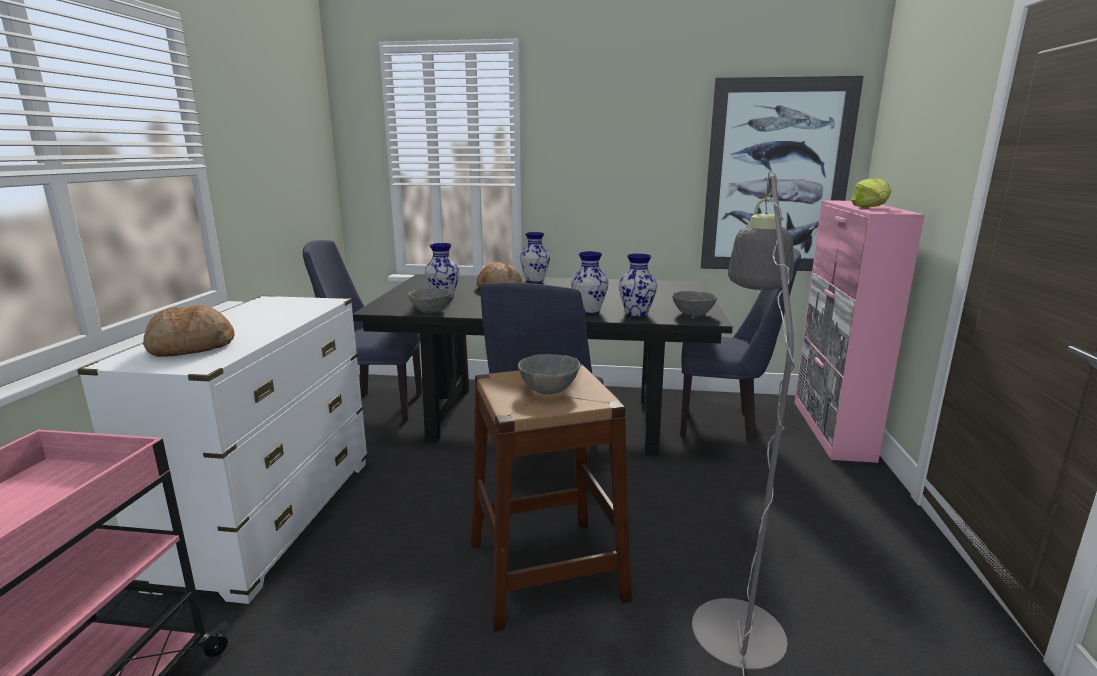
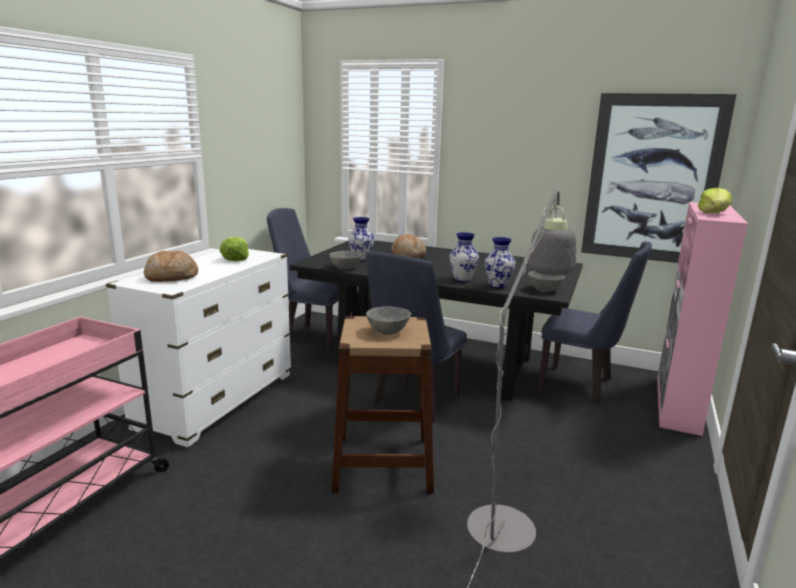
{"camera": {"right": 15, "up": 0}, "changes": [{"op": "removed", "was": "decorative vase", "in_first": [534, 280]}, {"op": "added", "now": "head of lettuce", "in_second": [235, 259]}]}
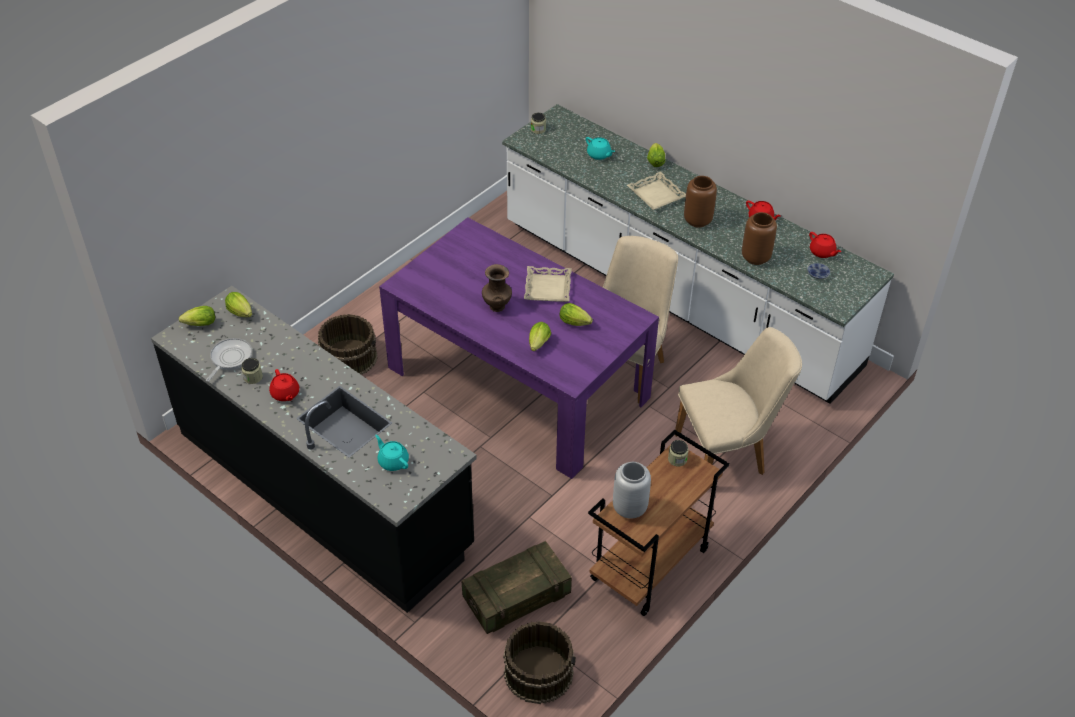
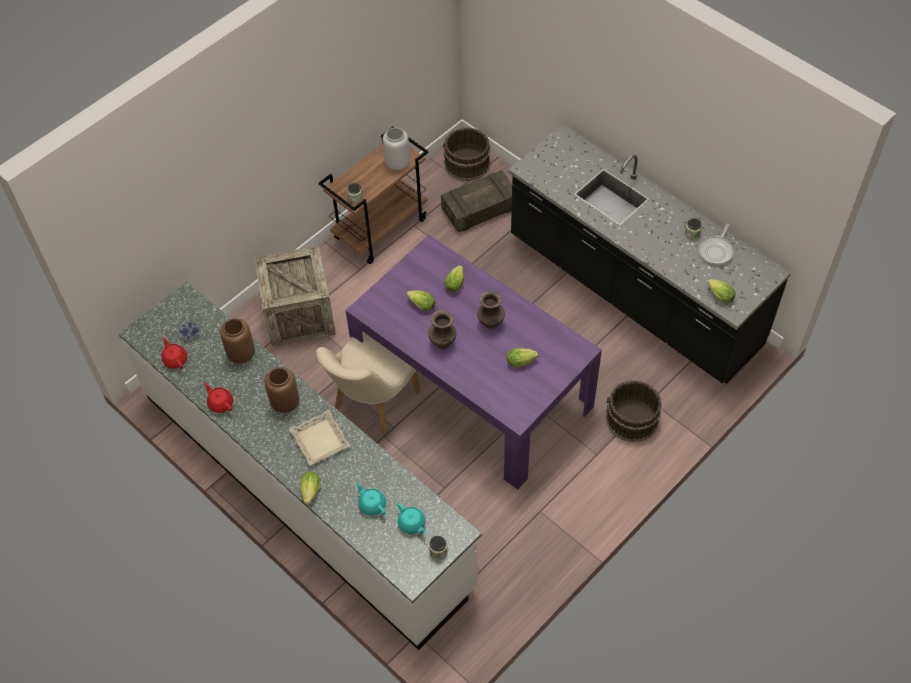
{"camera": {"right": -175, "up": 10}, "changes": [{"op": "removed", "was": "teapot (red)", "in_first": [285, 394]}, {"op": "moved", "was": "head of lettuce", "in_first": [198, 324], "in_second": [522, 361]}, {"op": "moved", "was": "teapot (turquoise)", "in_first": [393, 461], "in_second": [412, 524]}, {"op": "replaced", "was": "tray (sand-coloured)", "now": "decorative vase (brown)", "in_first": [548, 288], "in_second": [442, 343]}, {"op": "replaced", "was": "plain chair (sand-coloured)", "now": "packing crate", "in_first": [728, 453], "in_second": [299, 315]}]}
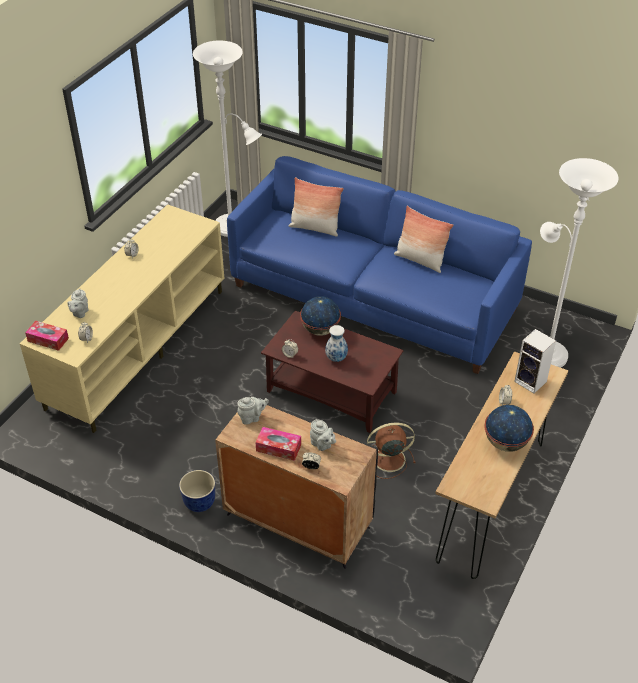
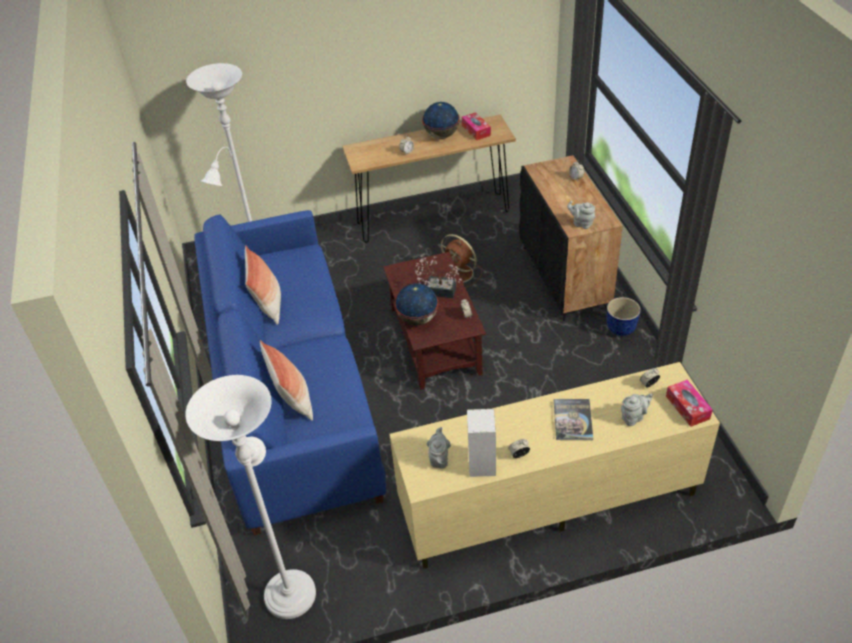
{"camera": {"right": -130, "up": 0}, "changes": [{"op": "added", "now": "bound book", "in_second": [572, 420]}, {"op": "moved", "was": "tissue box", "in_first": [278, 448], "in_second": [476, 130]}, {"op": "moved", "was": "teapot (greyish)", "in_first": [322, 445], "in_second": [439, 458]}, {"op": "moved", "was": "audio speaker", "in_first": [531, 382], "in_second": [481, 463]}, {"op": "replaced", "was": "decorative vase", "now": "houseplant", "in_first": [336, 359], "in_second": [437, 290]}]}
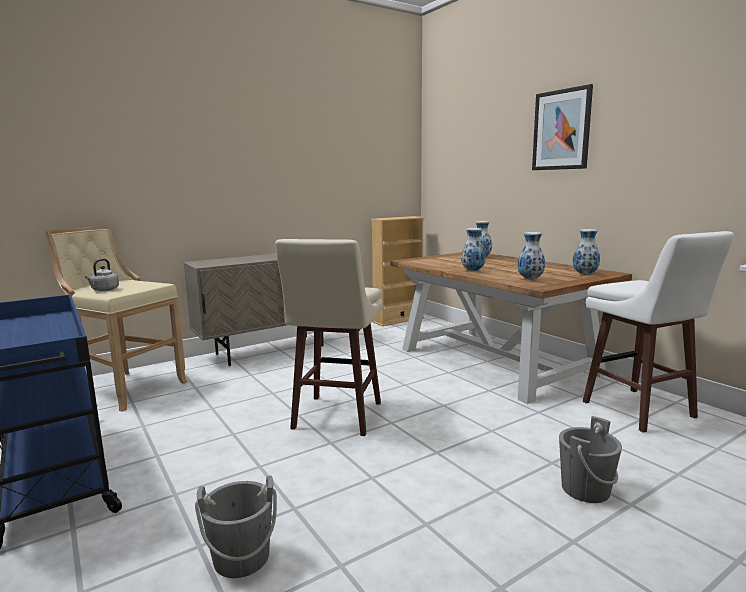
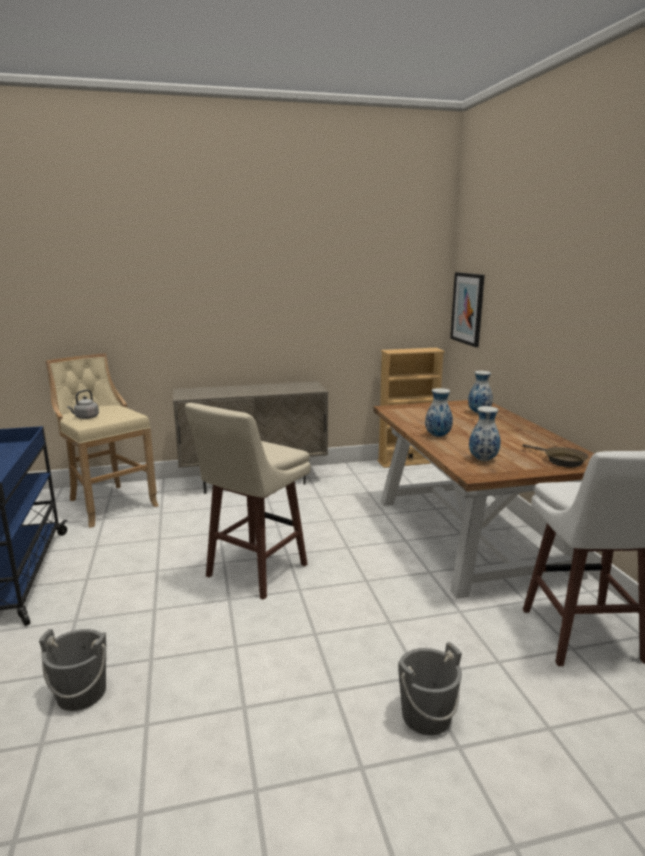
{"camera": {"right": 20, "up": 5}, "changes": [{"op": "moved", "was": "wall picture", "in_first": [561, 130], "in_second": [467, 308]}, {"op": "replaced", "was": "decorative vase", "now": "frying pan (brown)", "in_first": [585, 274], "in_second": [561, 460]}]}
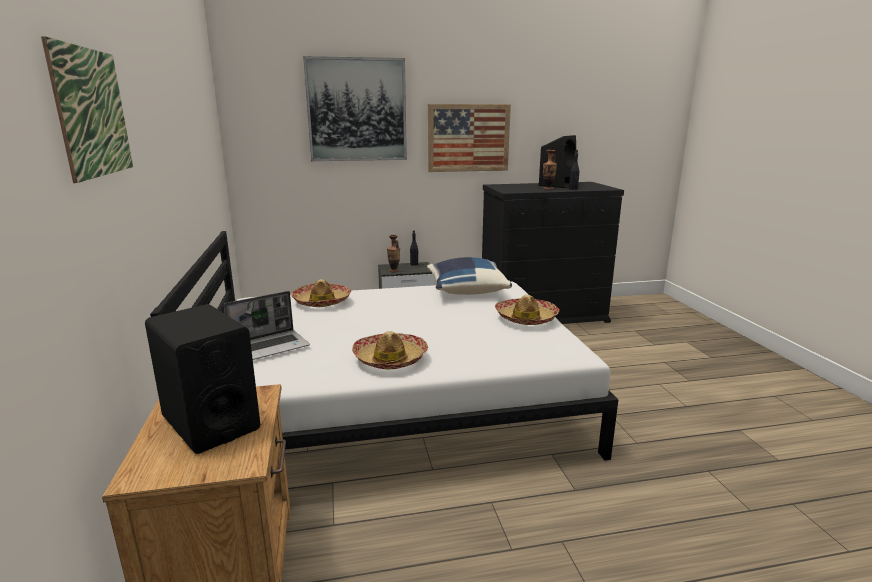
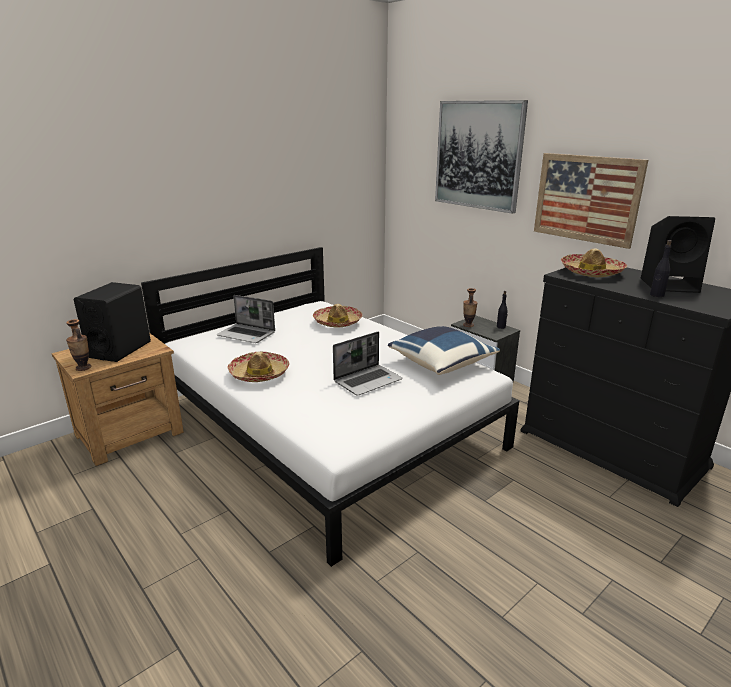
{"camera": {"right": 60, "up": 5}, "changes": [{"op": "removed", "was": "wall picture", "in_first": [93, 112]}, {"op": "added", "now": "notebook computer", "in_second": [368, 380]}, {"op": "moved", "was": "hat", "in_first": [526, 318], "in_second": [591, 272]}, {"op": "moved", "was": "decorative vase", "in_first": [548, 189], "in_second": [83, 368]}]}
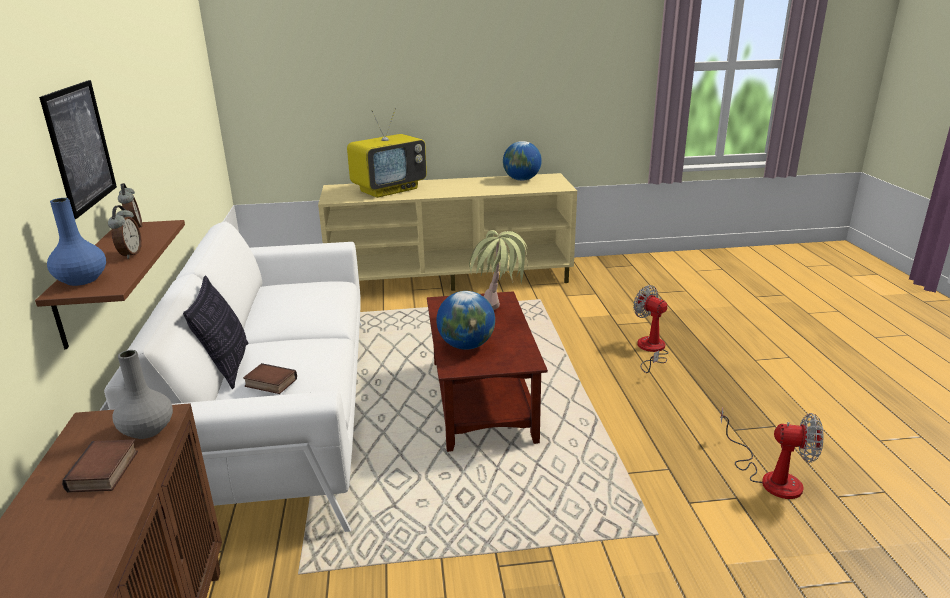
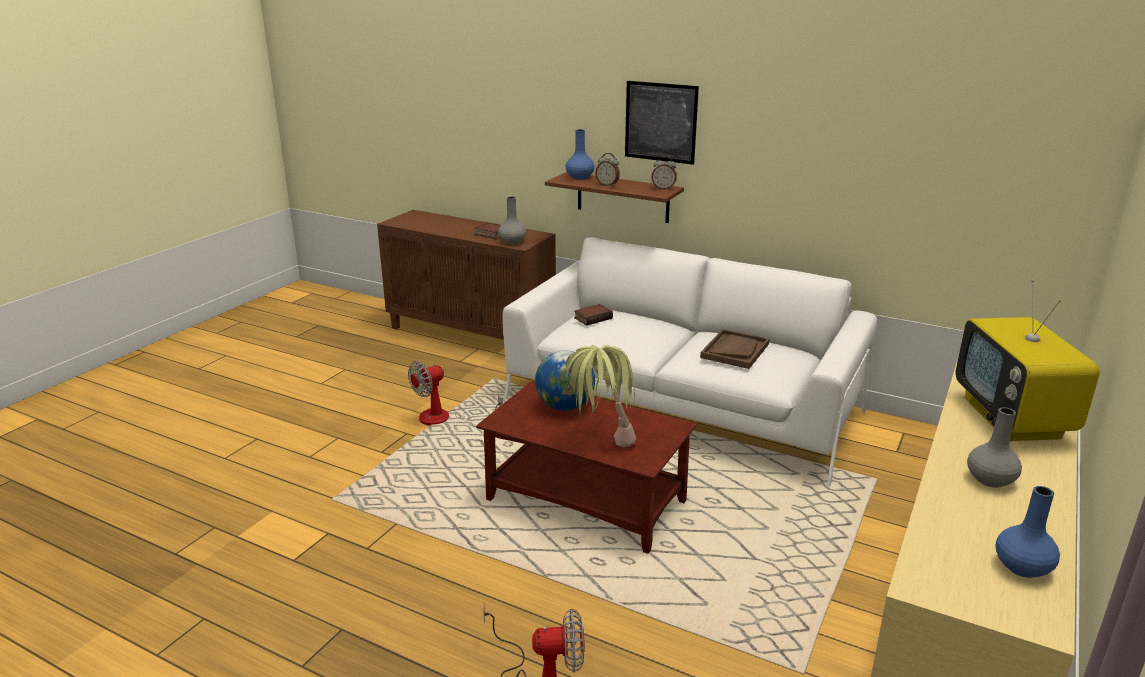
{"camera": {"right": 125, "up": 0}, "changes": [{"op": "removed", "was": "throw pillow", "in_first": [227, 366]}, {"op": "added", "now": "tray (brown)", "in_second": [735, 350]}, {"op": "added", "now": "decorative vase (greyish)", "in_second": [990, 479]}, {"op": "moved", "was": "fan", "in_first": [770, 477], "in_second": [445, 419]}, {"op": "replaced", "was": "globe", "now": "decorative vase (bluish)", "in_first": [521, 180], "in_second": [1022, 567]}]}
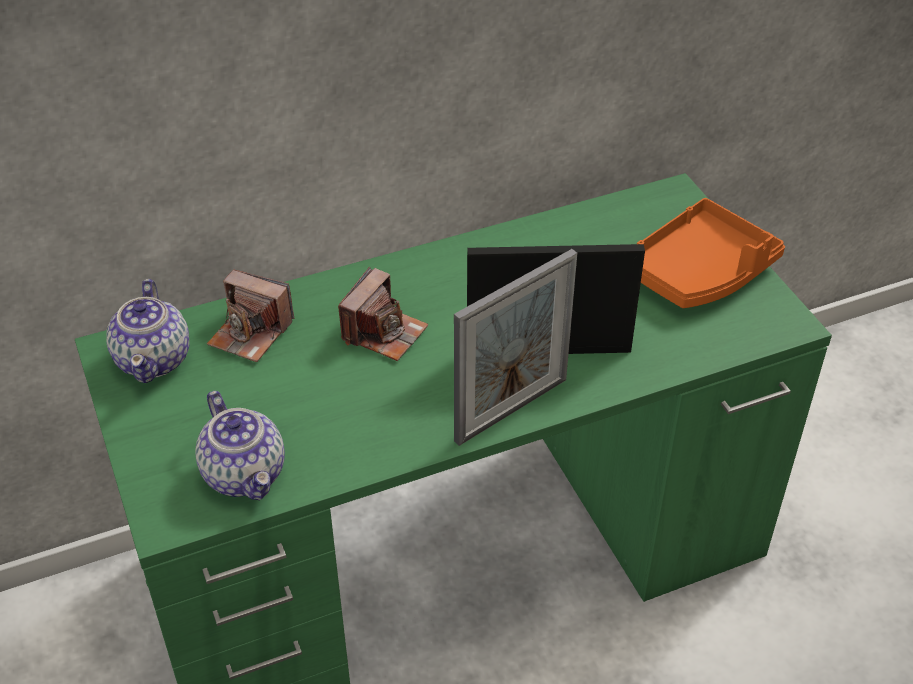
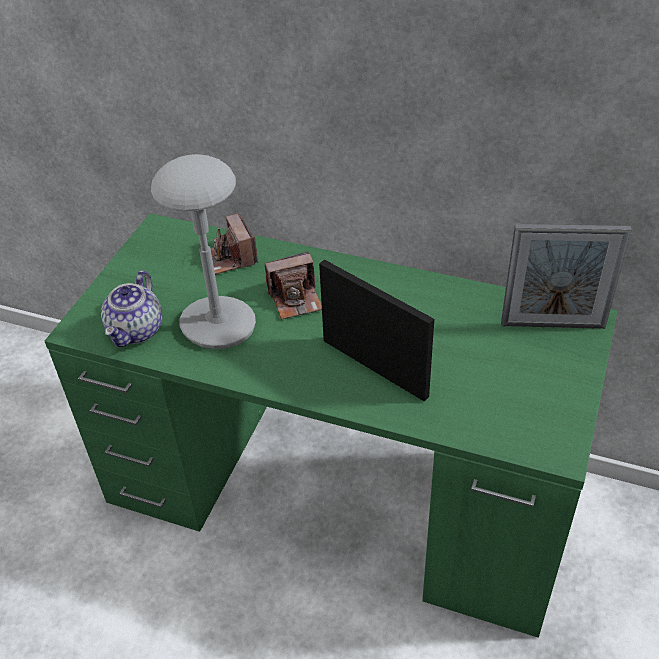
{"camera": {"right": 45, "up": 0}, "changes": [{"op": "removed", "was": "teapot", "in_first": [154, 359]}, {"op": "removed", "was": "tray (orangey)", "in_first": [700, 272]}, {"op": "added", "now": "lamp for a table (greyish)", "in_second": [217, 326]}, {"op": "moved", "was": "photo frame", "in_first": [511, 410], "in_second": [552, 325]}]}
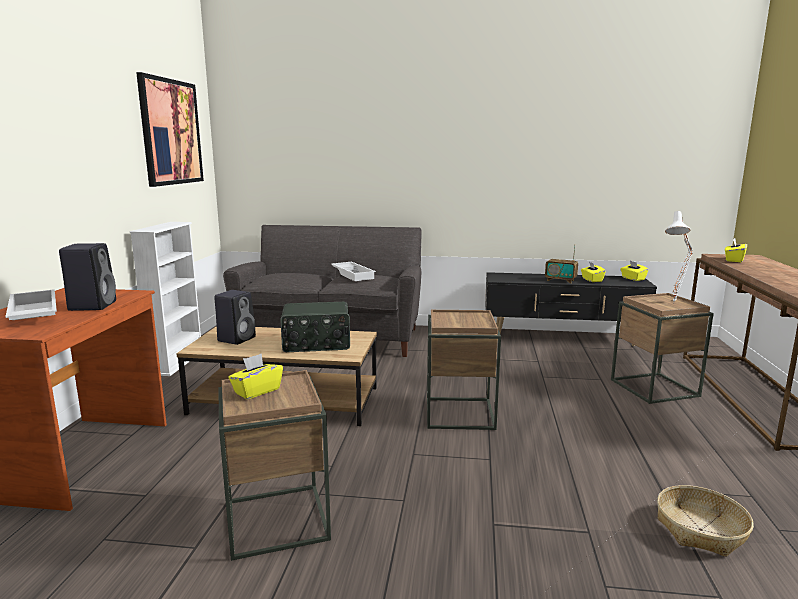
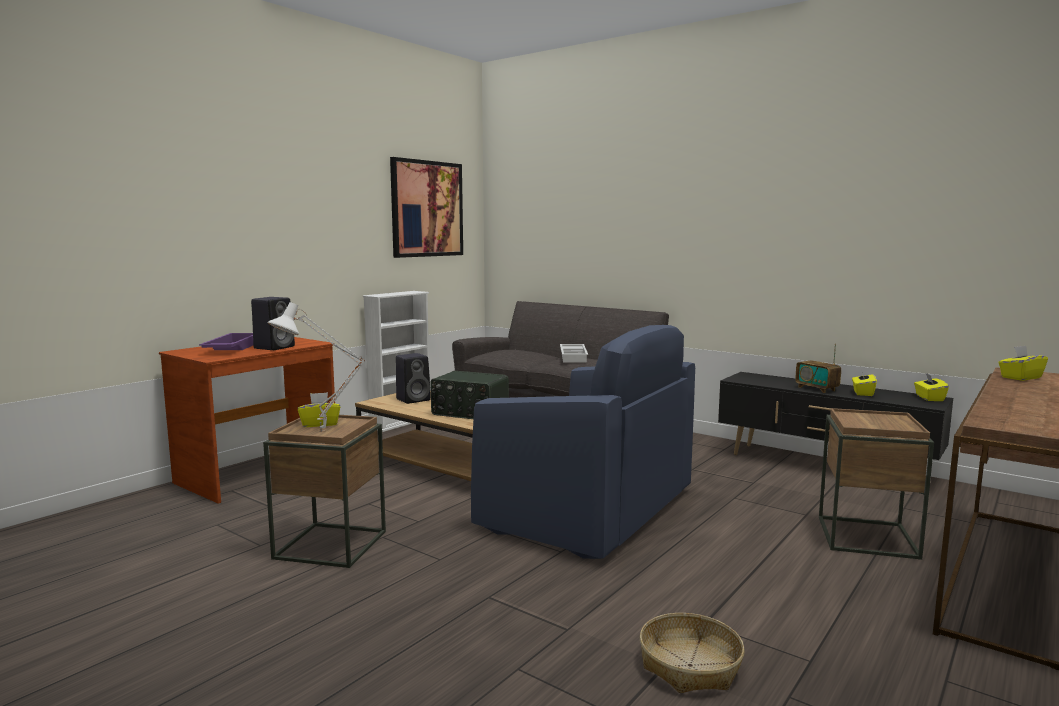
{"camera": {"right": 30, "up": -5}, "changes": [{"op": "moved", "was": "lamp for a table (white-coloured)", "in_first": [675, 303], "in_second": [322, 432]}, {"op": "replaced", "was": "accent table (brown)", "now": "armchair (bluish)", "in_first": [460, 413], "in_second": [588, 510]}, {"op": "recoloured", "was": "tray (white-coloured)", "now": "tray (purple)", "in_first": [32, 314], "in_second": [231, 348]}]}
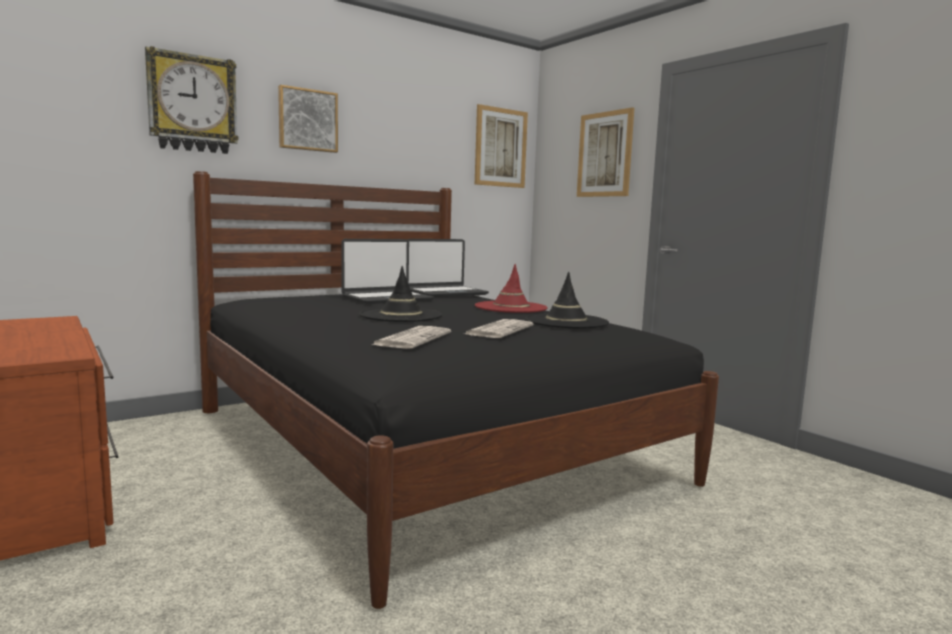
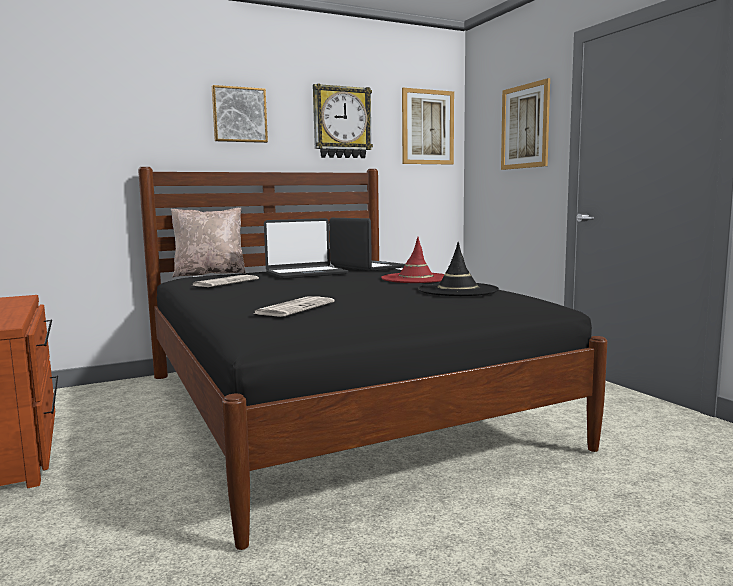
{"camera": {"right": 10, "up": 0}, "changes": [{"op": "removed", "was": "hat (black)", "in_first": [401, 315]}, {"op": "added", "now": "throw pillow (sand-coloured)", "in_second": [210, 274]}, {"op": "moved", "was": "hanging clock", "in_first": [192, 104], "in_second": [341, 122]}, {"op": "moved", "was": "daily paper", "in_first": [499, 330], "in_second": [226, 282]}, {"op": "turned", "was": "notebook computer", "in_first": [446, 293], "in_second": [367, 267], "clockwise": -105}]}
